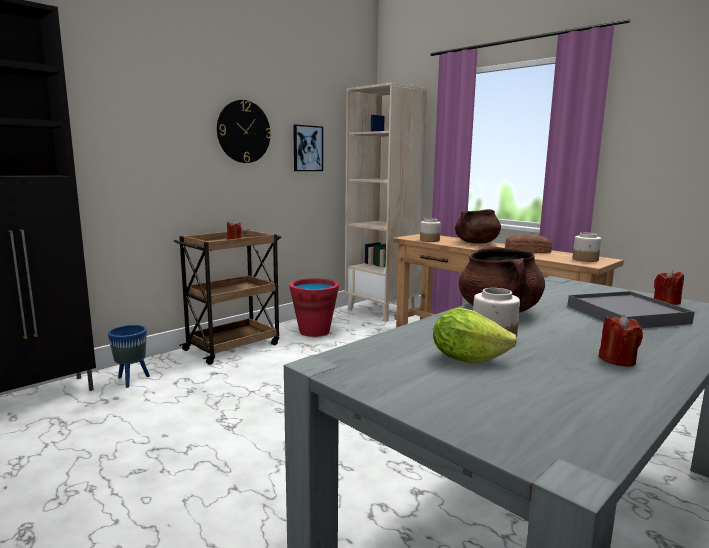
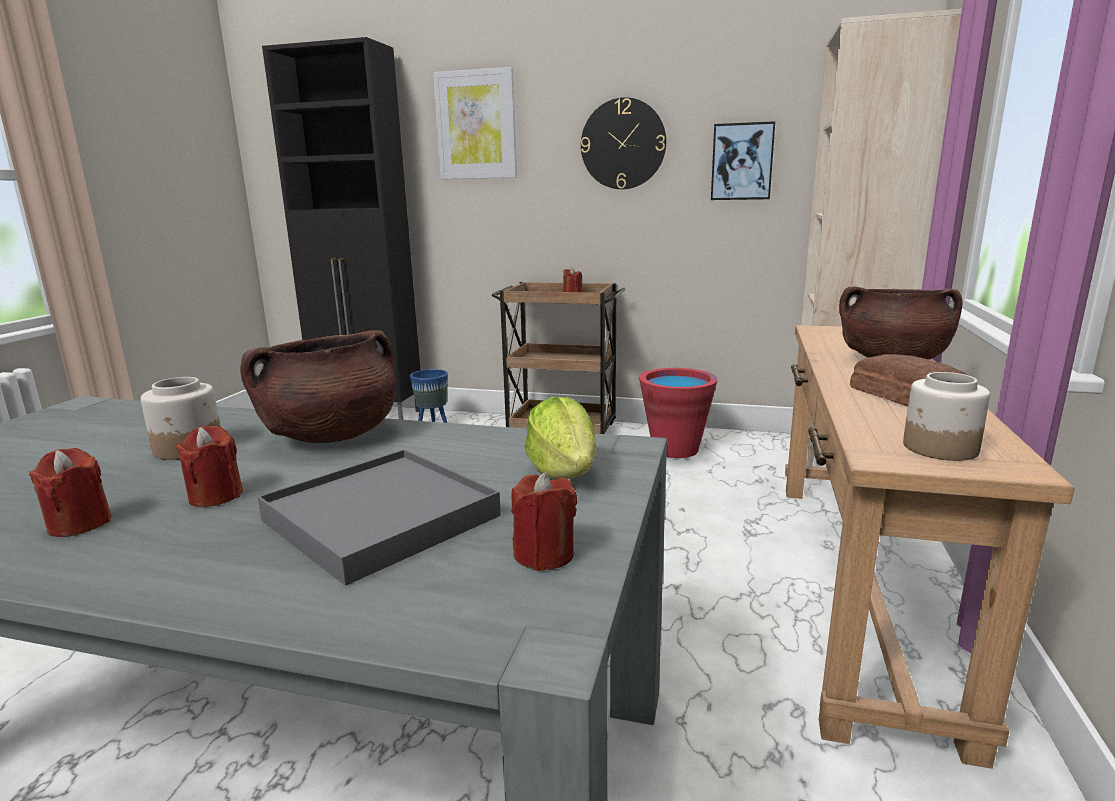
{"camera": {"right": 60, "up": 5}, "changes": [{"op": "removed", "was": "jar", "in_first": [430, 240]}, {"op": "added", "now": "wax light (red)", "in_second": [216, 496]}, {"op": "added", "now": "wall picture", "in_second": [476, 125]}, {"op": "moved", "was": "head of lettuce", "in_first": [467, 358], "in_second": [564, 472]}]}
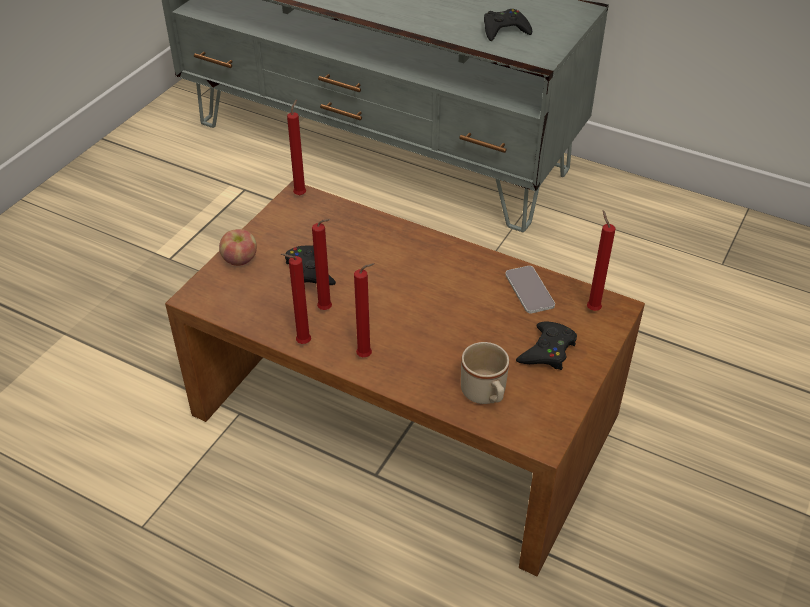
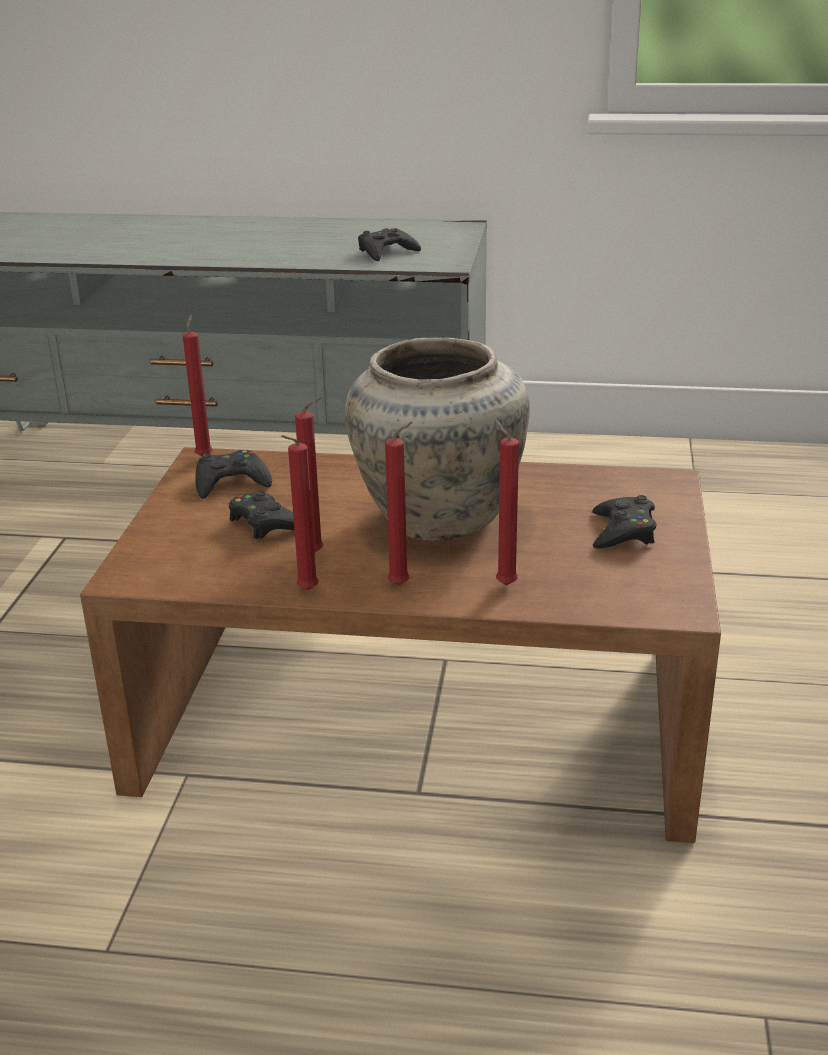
{"camera": {"right": -20, "up": -15}, "changes": [{"op": "removed", "was": "apple fruit", "in_first": [240, 260]}, {"op": "removed", "was": "tea mug (sand-coloured)", "in_first": [485, 395]}, {"op": "removed", "was": "phone", "in_first": [529, 290]}, {"op": "added", "now": "game controller (black)", "in_second": [231, 482]}, {"op": "added", "now": "decorative vase (sand-coloured)", "in_second": [437, 516]}, {"op": "moved", "was": "wax light (red)", "in_first": [592, 308], "in_second": [503, 583]}]}
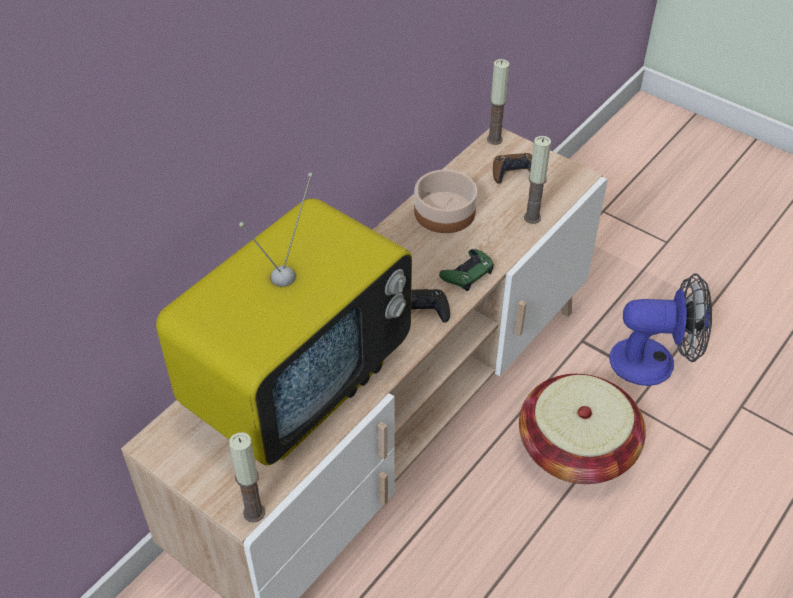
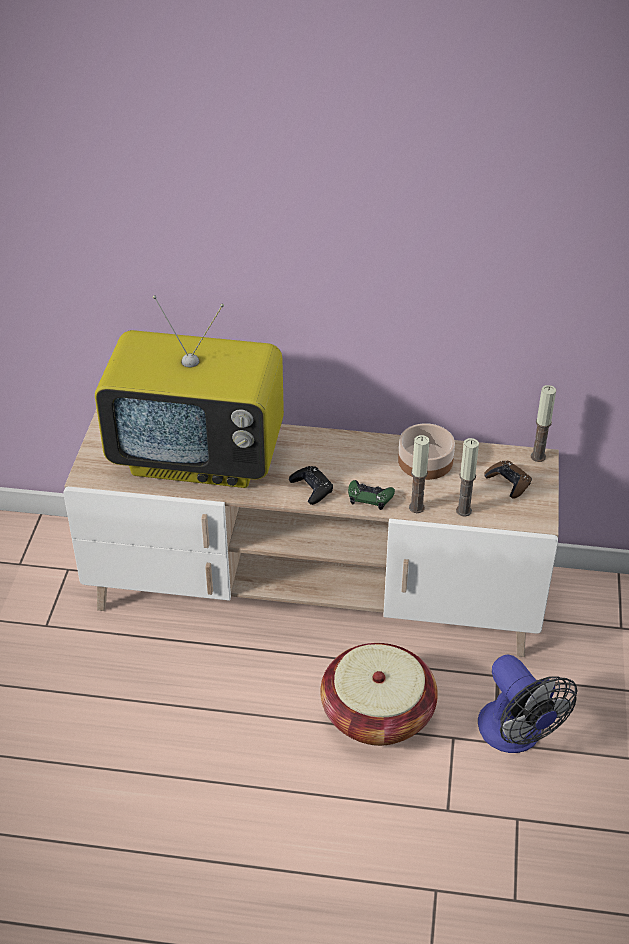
{"camera": {"right": 60, "up": -5}, "changes": [{"op": "moved", "was": "wax light", "in_first": [254, 512], "in_second": [416, 507]}]}
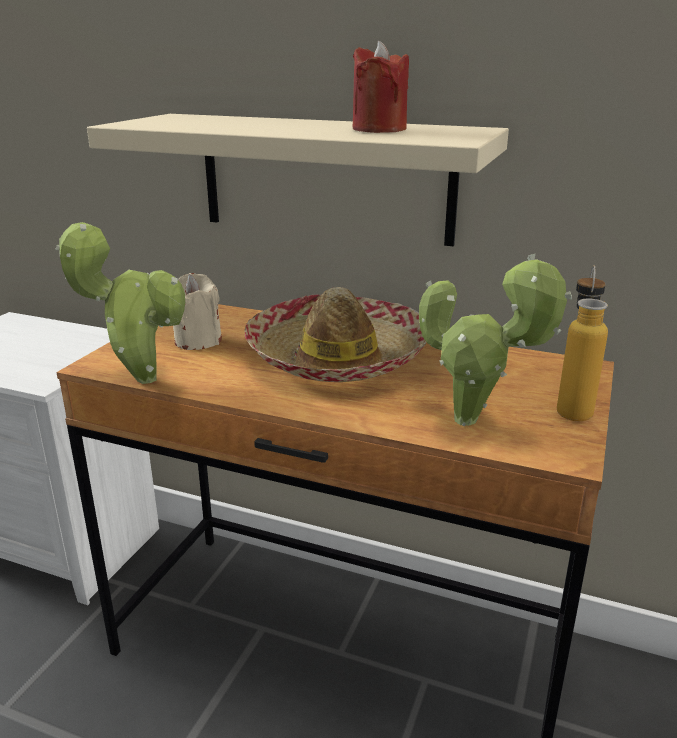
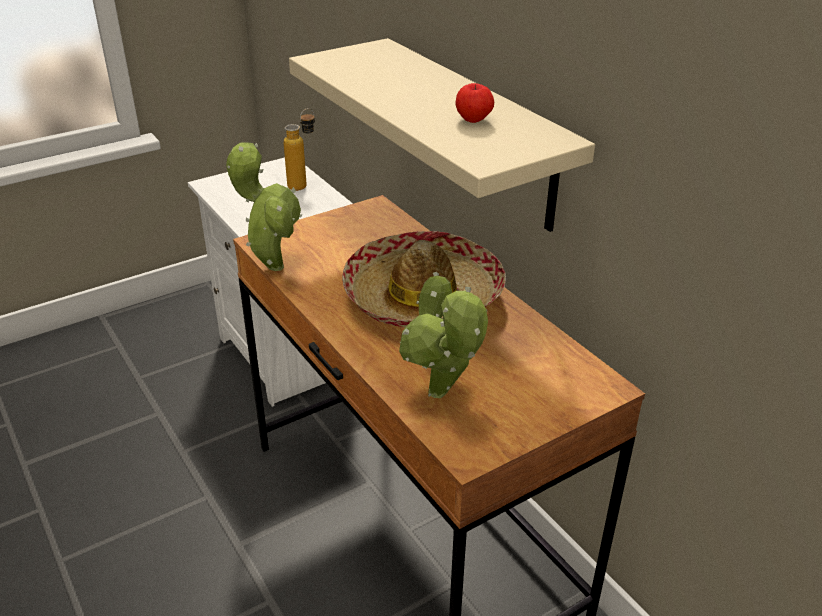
{"camera": {"right": 35, "up": 10}, "changes": [{"op": "removed", "was": "wax light (sand-coloured)", "in_first": [198, 341]}, {"op": "moved", "was": "beverage bottle", "in_first": [573, 407], "in_second": [303, 184]}, {"op": "replaced", "was": "wax light (red)", "now": "apple fruit", "in_first": [379, 129], "in_second": [473, 119]}]}
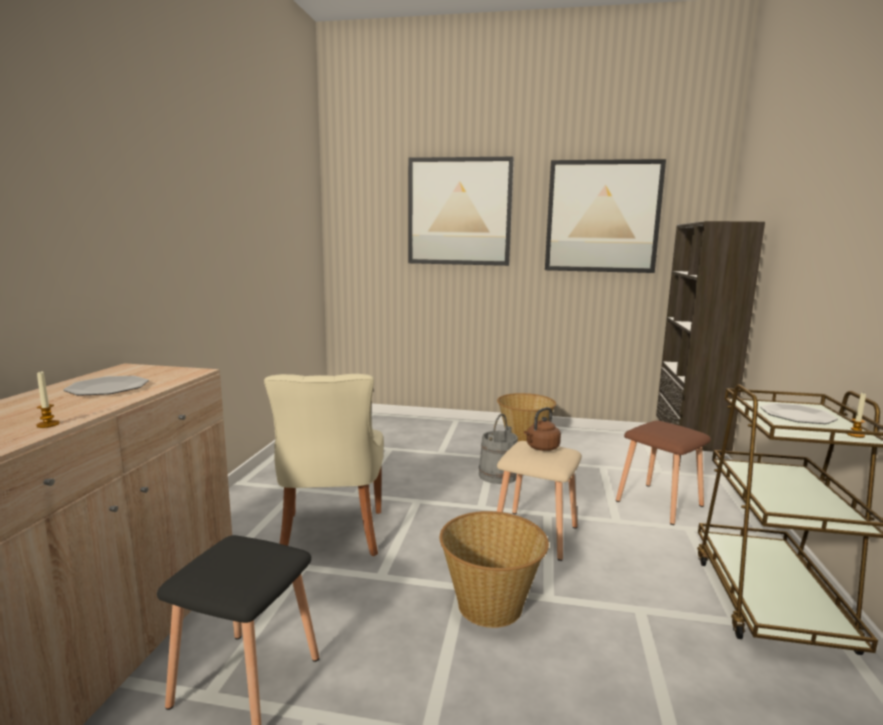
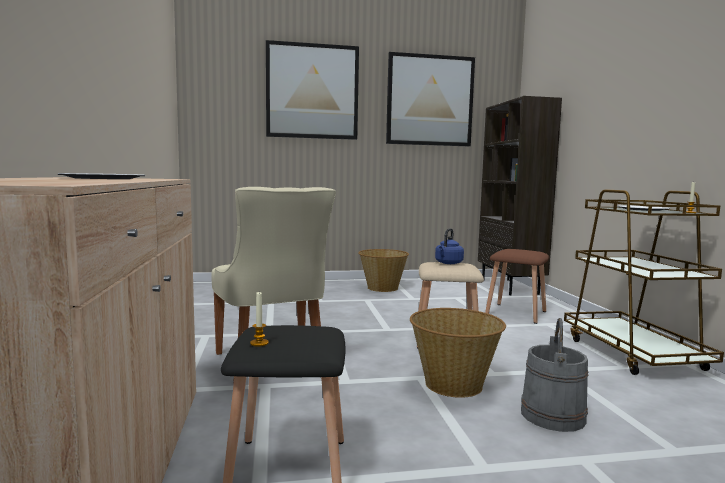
{"camera": {"right": -20, "up": -5}, "changes": [{"op": "moved", "was": "wax light", "in_first": [48, 424], "in_second": [259, 343]}, {"op": "moved", "was": "pail (greyish)", "in_first": [498, 475], "in_second": [553, 415]}, {"op": "recoloured", "was": "water kettle (brown)", "now": "water kettle (bluish)", "in_first": [541, 448], "in_second": [448, 263]}]}
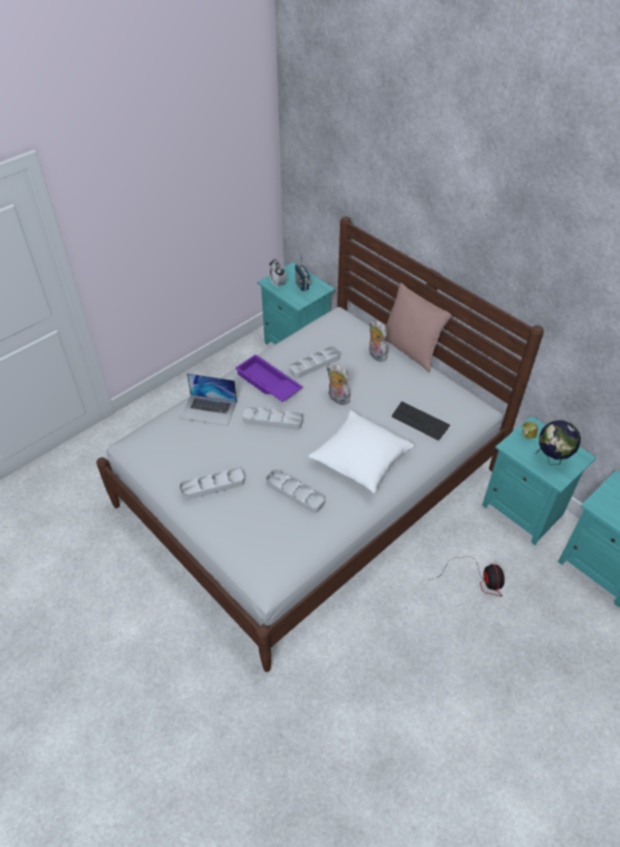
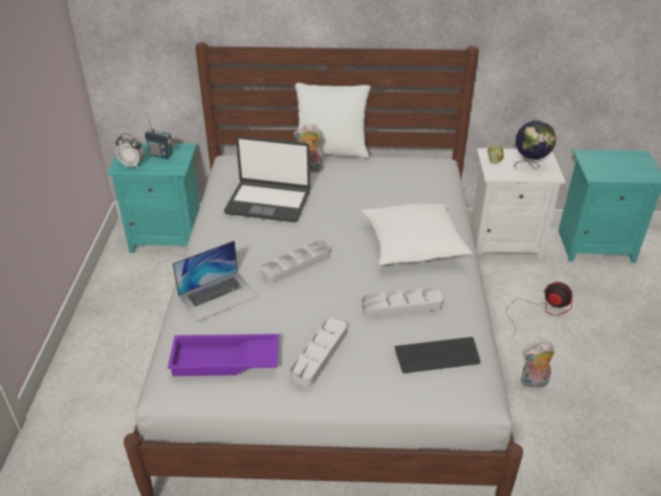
{"camera": {"right": -45, "up": -10}, "changes": [{"op": "moved", "was": "tray (purple)", "in_first": [267, 384], "in_second": [224, 361]}, {"op": "moved", "was": "soft toy", "in_first": [337, 398], "in_second": [533, 383]}, {"op": "moved", "was": "keyboard", "in_first": [420, 421], "in_second": [437, 356]}, {"op": "replaced", "was": "tray (greyish)", "now": "notebook computer", "in_first": [315, 364], "in_second": [268, 202]}, {"op": "recoloured", "was": "throw pillow (pink-coloured)", "now": "throw pillow (white-coloured)", "in_first": [411, 350], "in_second": [332, 152]}, {"op": "recoloured", "was": "bedside table (turquoise)", "now": "bedside table (white-coloured)", "in_first": [523, 510], "in_second": [503, 243]}]}
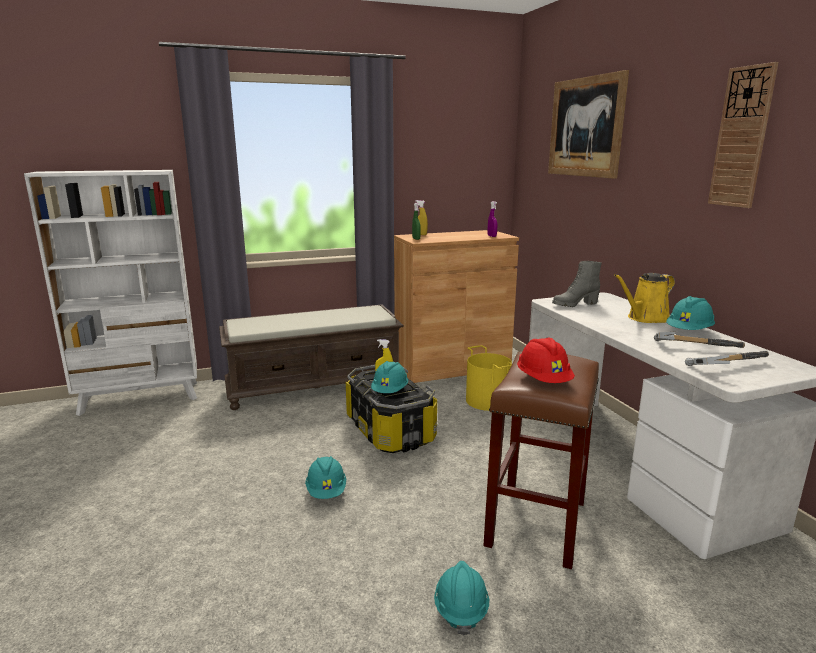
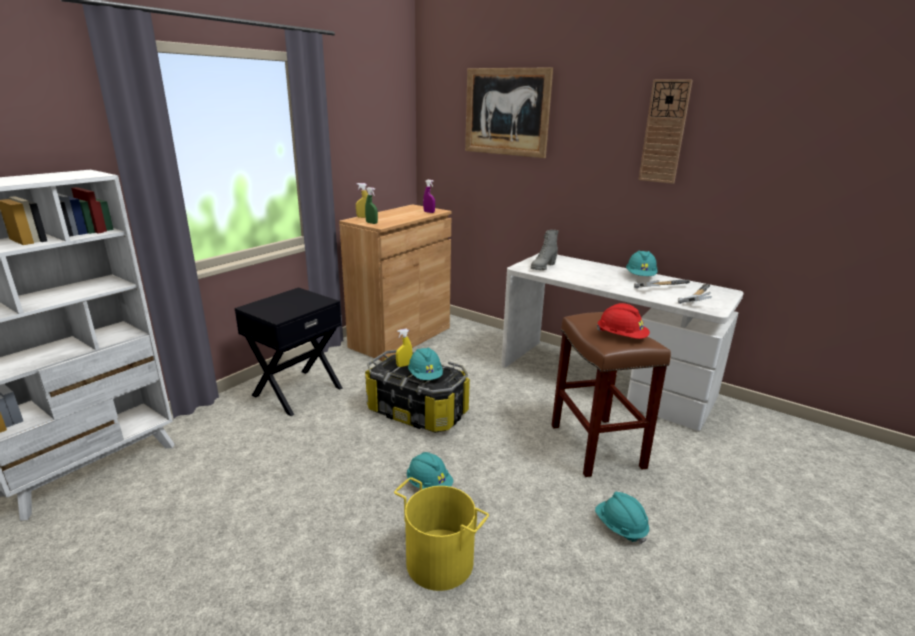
{"camera": {"right": -35, "up": 5}, "changes": [{"op": "removed", "was": "sprinkling can (yellow-coloured)", "in_first": [645, 318]}, {"op": "moved", "was": "pail (yellow-coloured)", "in_first": [488, 400], "in_second": [440, 561]}, {"op": "replaced", "was": "indoor bench (brown)", "now": "bedside table (black)", "in_first": [315, 386], "in_second": [297, 391]}]}
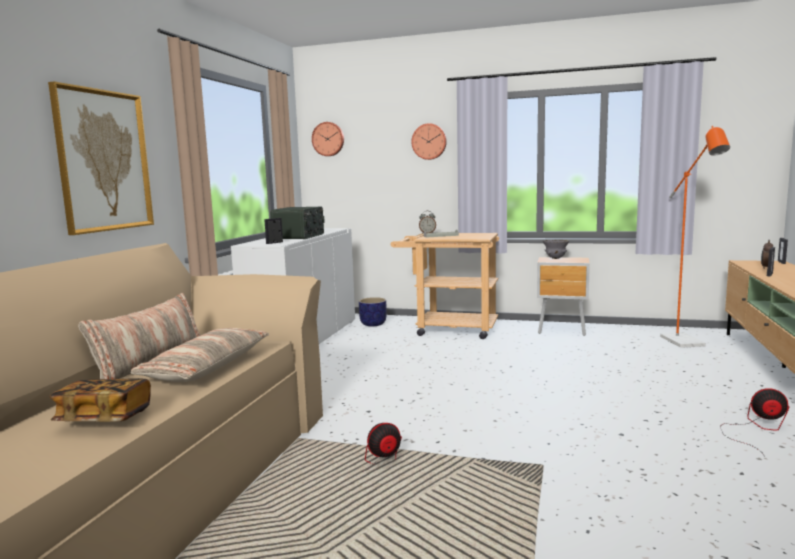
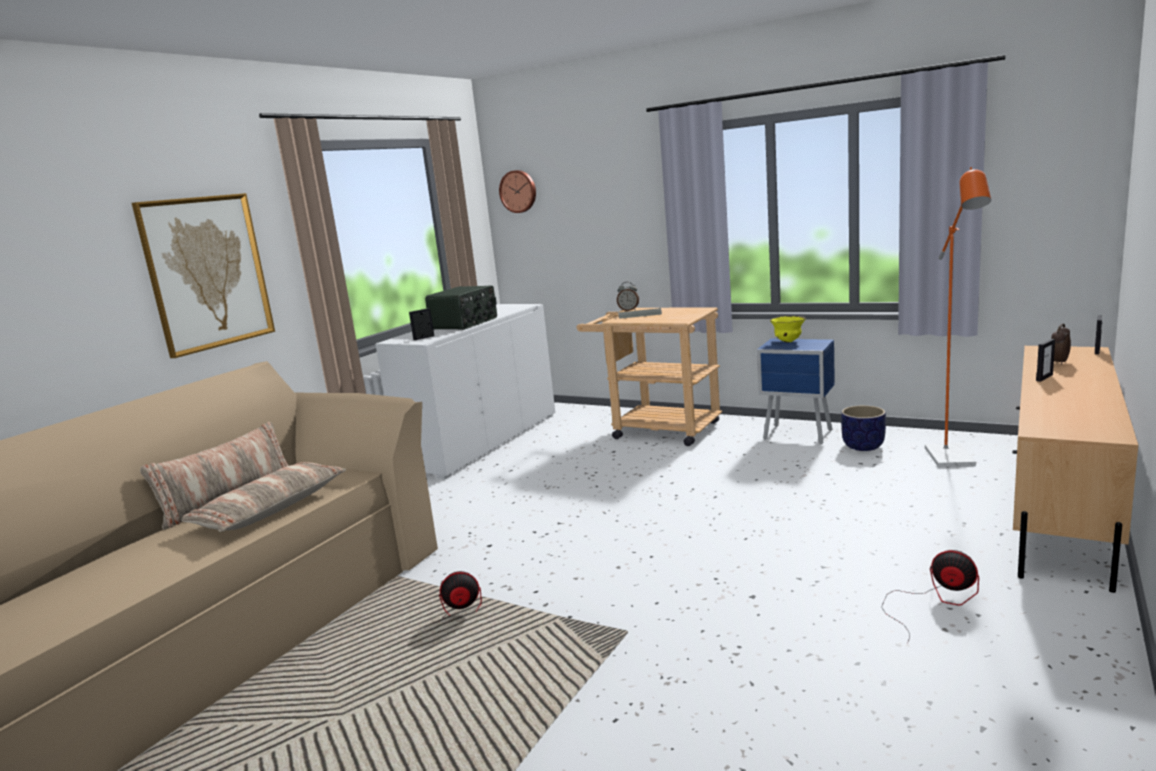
{"camera": {"right": 15, "up": 5}, "changes": [{"op": "removed", "was": "bound book", "in_first": [105, 418]}, {"op": "removed", "was": "hanging clock", "in_first": [429, 141]}, {"op": "moved", "was": "flower pot", "in_first": [373, 324], "in_second": [863, 446]}, {"op": "recoloured", "was": "bedside table (brown)", "now": "bedside table (bluish)", "in_first": [563, 331], "in_second": [799, 435]}, {"op": "recoloured", "was": "bowl (greyish)", "now": "bowl (yellow-coloured)", "in_first": [555, 258], "in_second": [788, 341]}]}
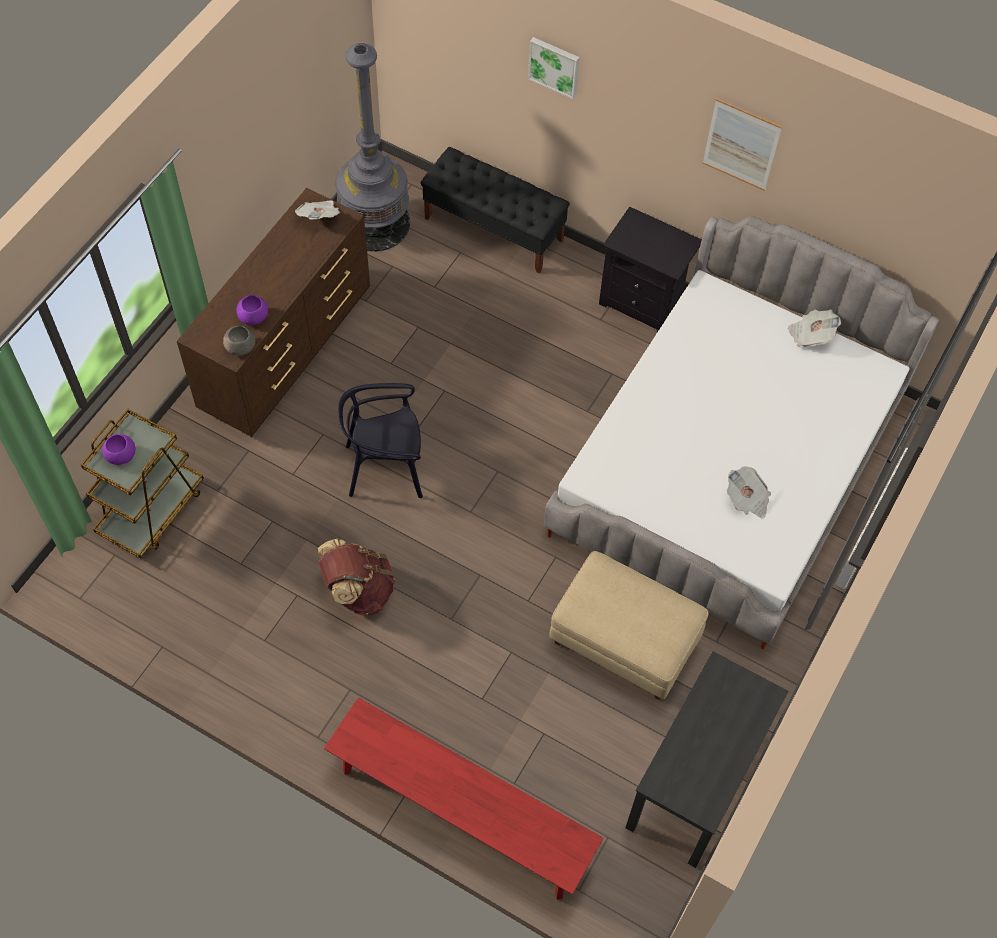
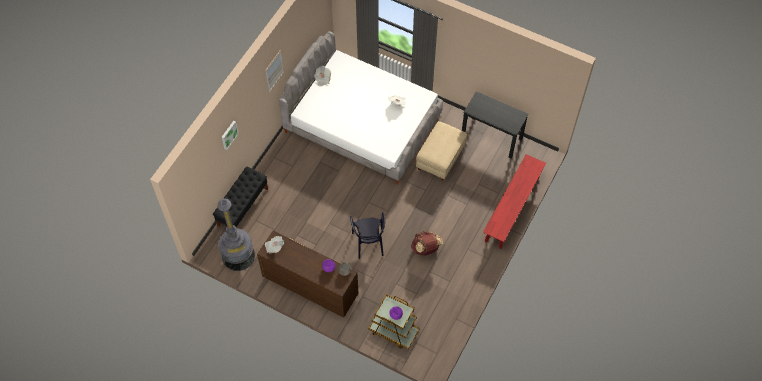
{"camera": {"right": -90, "up": 0}, "changes": [{"op": "removed", "was": "bedside table (black)", "in_first": [643, 302]}]}
